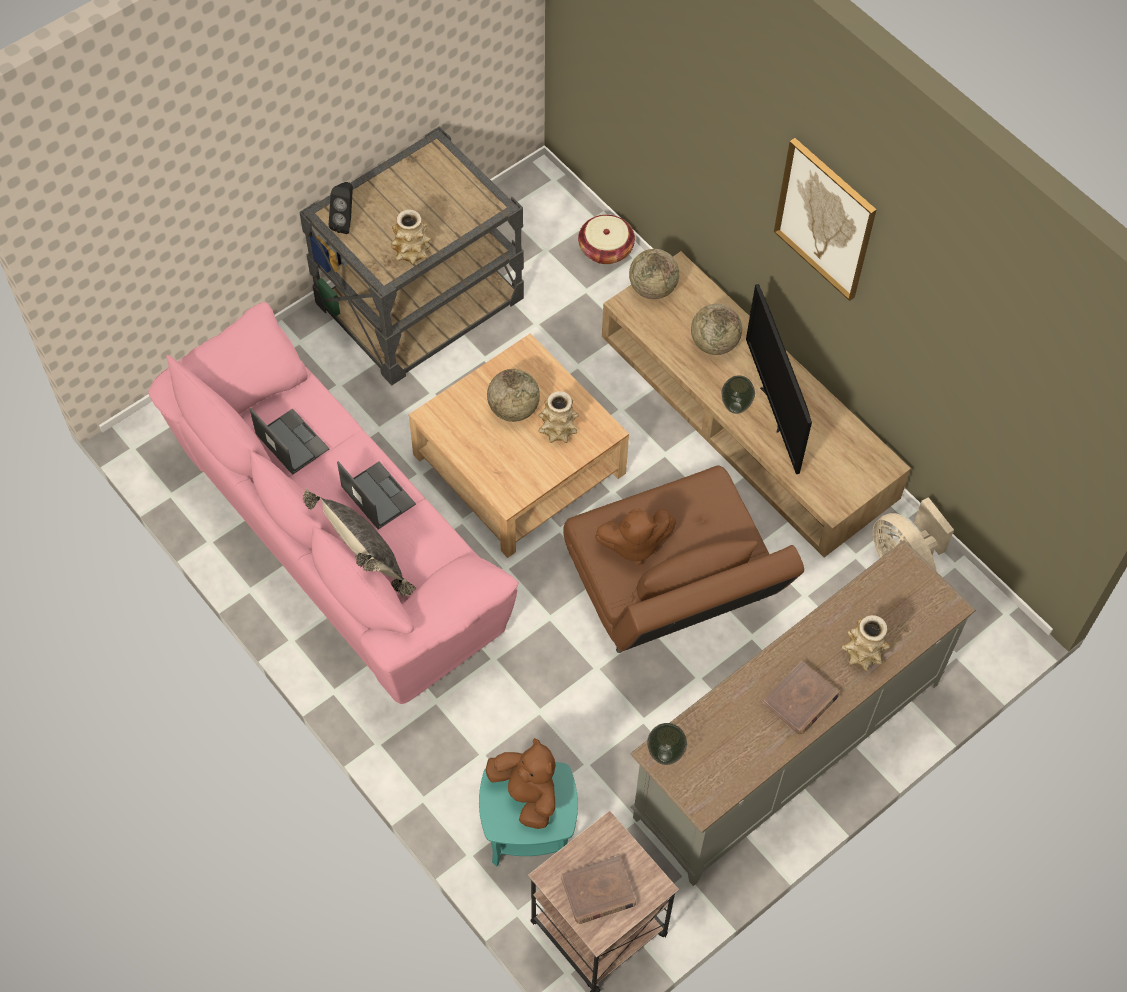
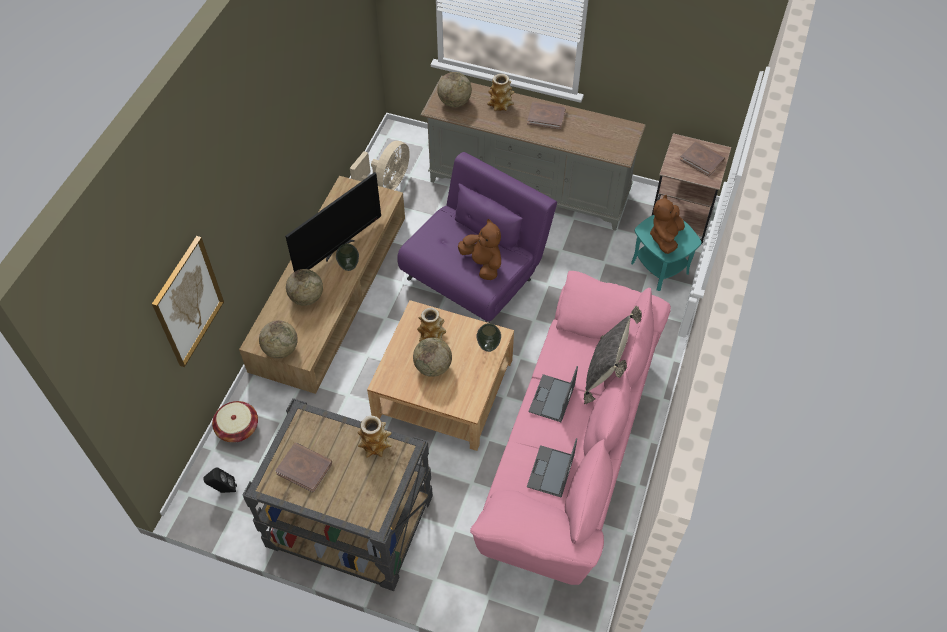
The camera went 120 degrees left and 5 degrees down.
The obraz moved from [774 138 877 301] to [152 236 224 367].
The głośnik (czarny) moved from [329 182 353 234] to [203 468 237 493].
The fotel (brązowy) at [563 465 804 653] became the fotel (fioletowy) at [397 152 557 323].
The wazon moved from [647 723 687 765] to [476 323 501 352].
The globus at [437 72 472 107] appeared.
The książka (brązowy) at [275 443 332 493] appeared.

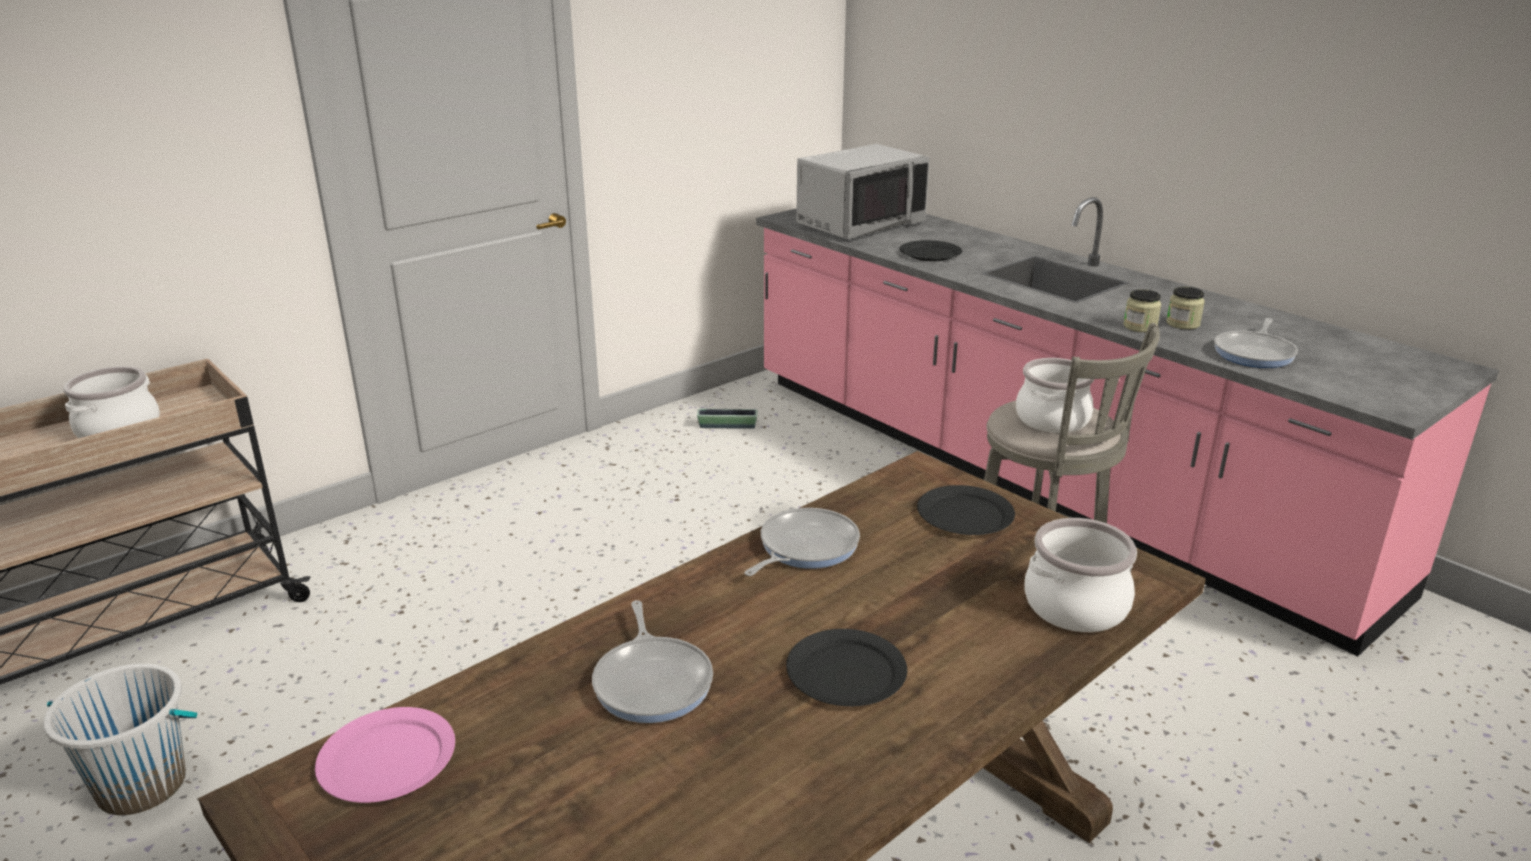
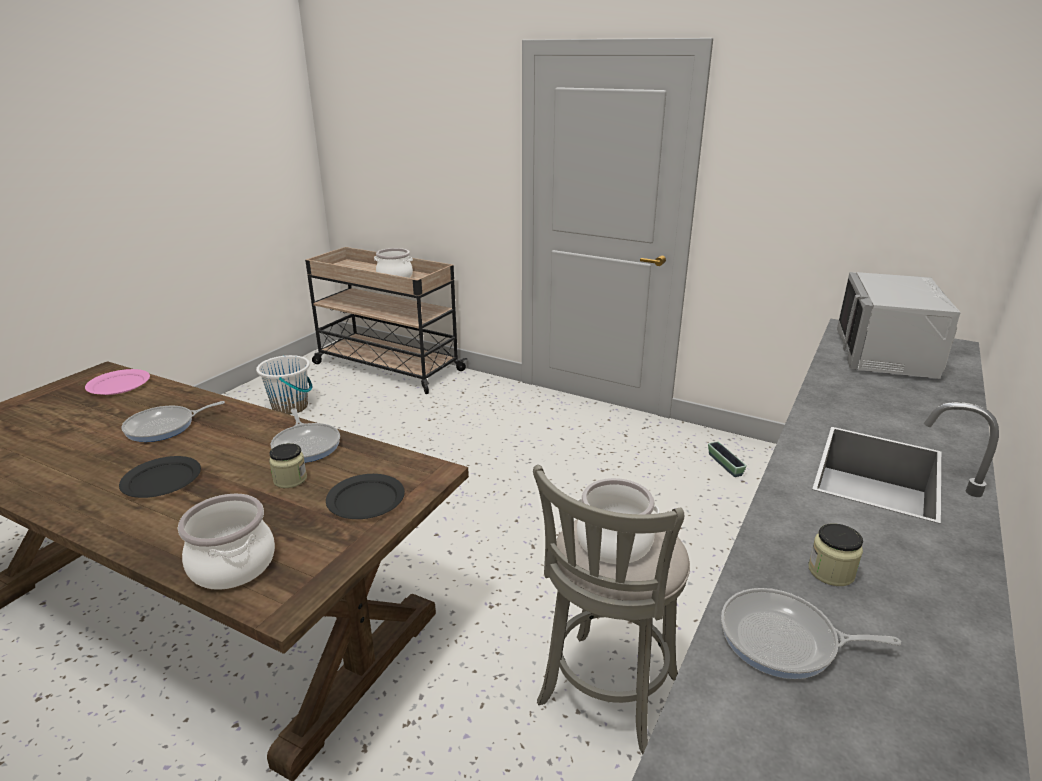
The camera went 70 degrees right and 0 degrees up.
The mikrofalówka (szary) at [796 144 930 239] turned 75 degrees clockwise.
The talerz (czarny) at [899 240 962 261] disappeared.
The słoik moved from [1123 289 1161 332] to [269 443 307 488].
The patelnia at [744 508 860 576] turned 45 degrees clockwise.

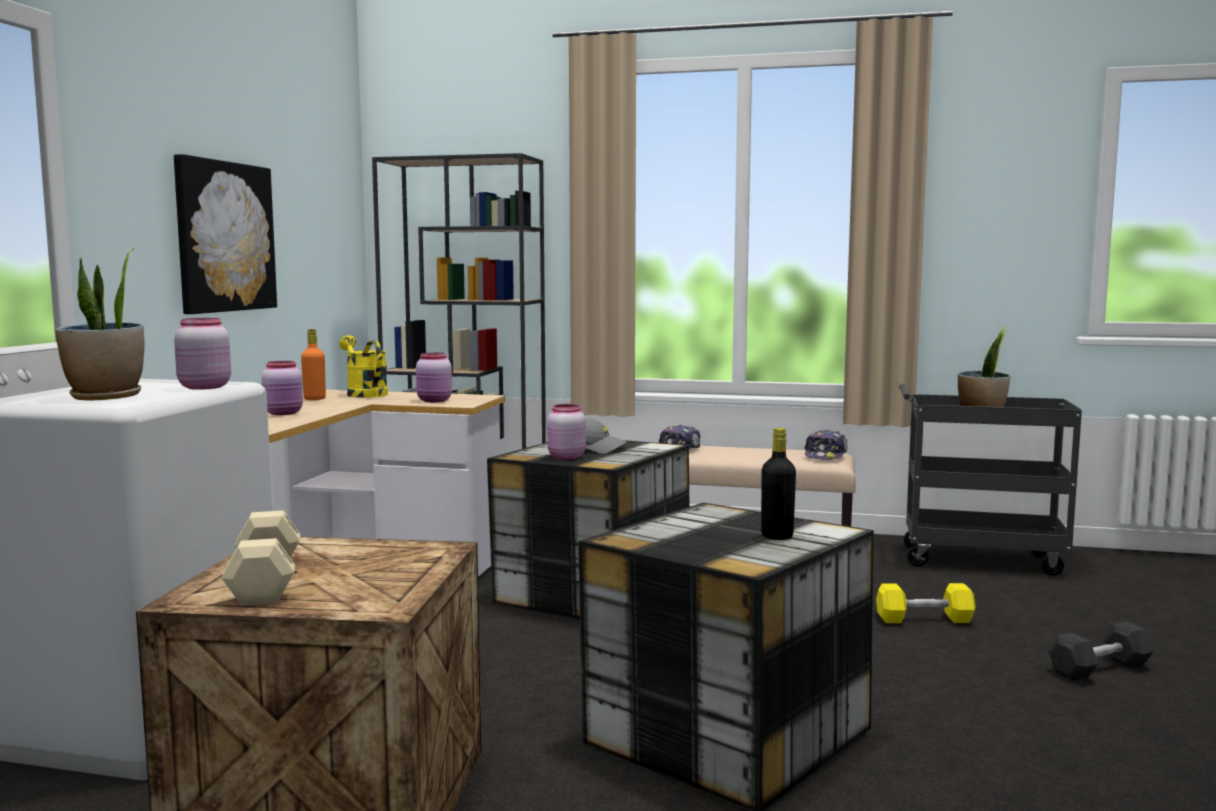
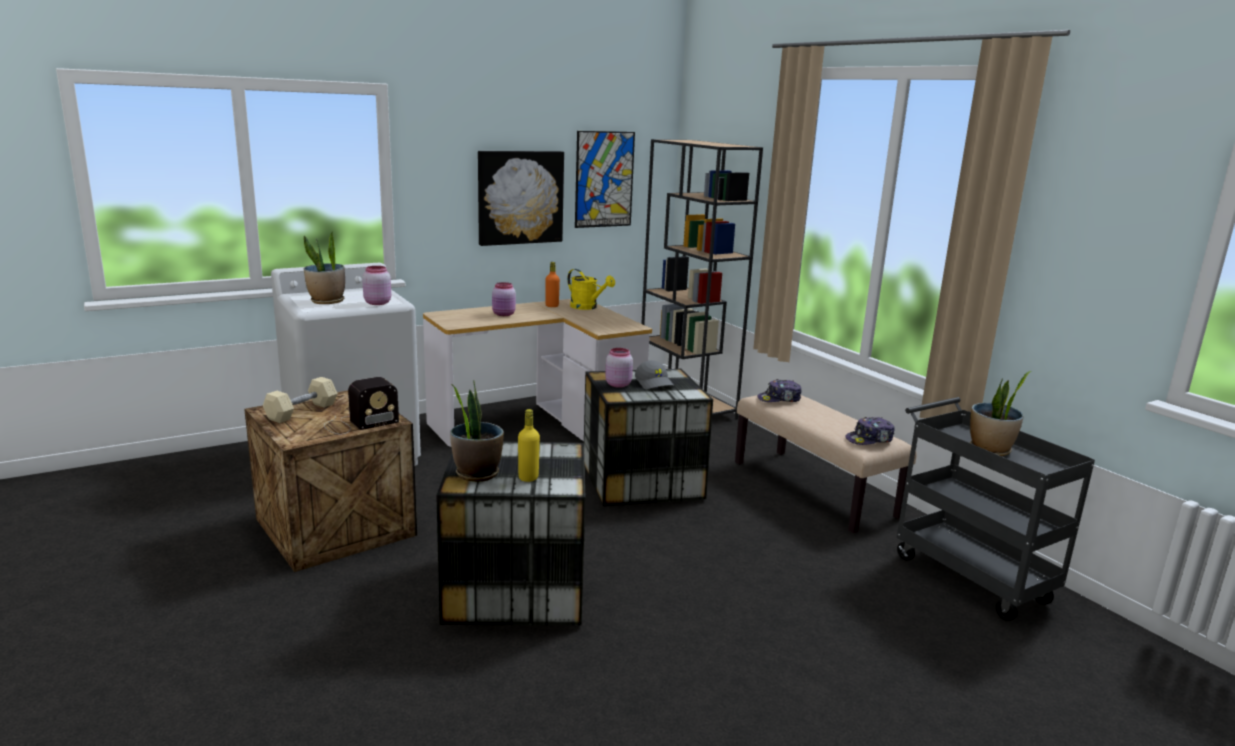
The camera went 45 degrees right and 10 degrees up.
The konewka (żółty) at [339 335 388 398] turned 120 degrees clockwise.
The słoik (różowy) at [416 353 452 402] disappeared.
The butelka (czarny) at [761 428 796 540] became the butelka (żółty) at [518 409 540 482].
The hantel (żółty) at [876 583 976 623] disappeared.
The hantel (szary) at [1048 622 1154 681] disappeared.
The obraz at [575 131 635 228] appeared.
The radio at [324 377 399 435] appeared.
The roślina doniczkowa at [450 380 504 482] appeared.

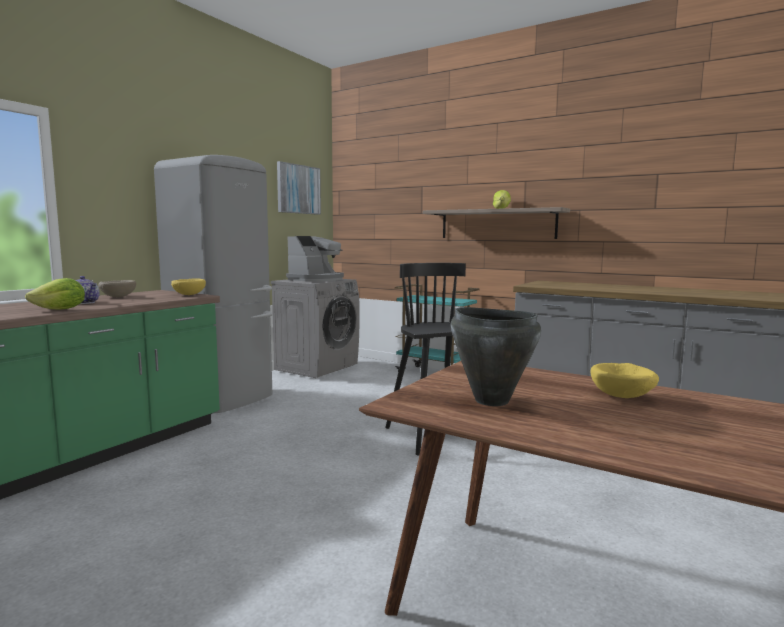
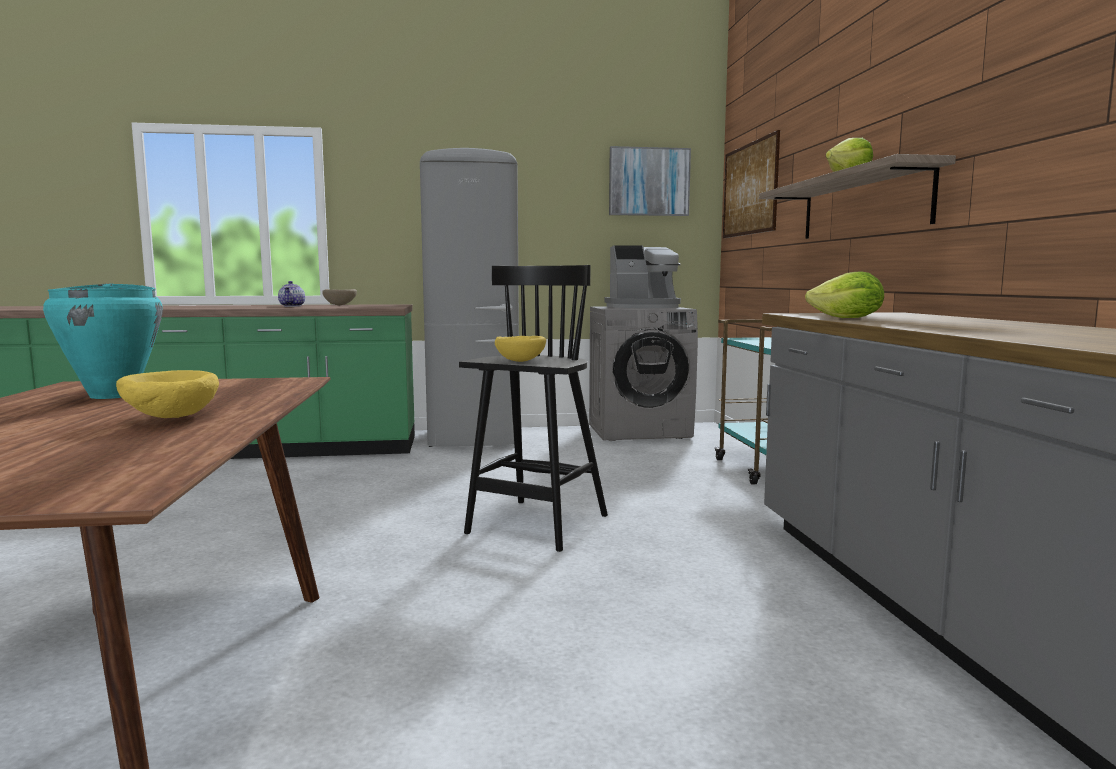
The camera went 50 degrees right and 0 degrees up.
The sałata moved from [25 278 85 310] to [805 271 884 318].
The miska (żółty) moved from [171 279 206 295] to [495 336 546 362].
The garnek (czarny) at [451 307 541 406] became the garnek (turkusowy) at [43 283 163 399].
The obraz at [723 130 780 238] appeared.

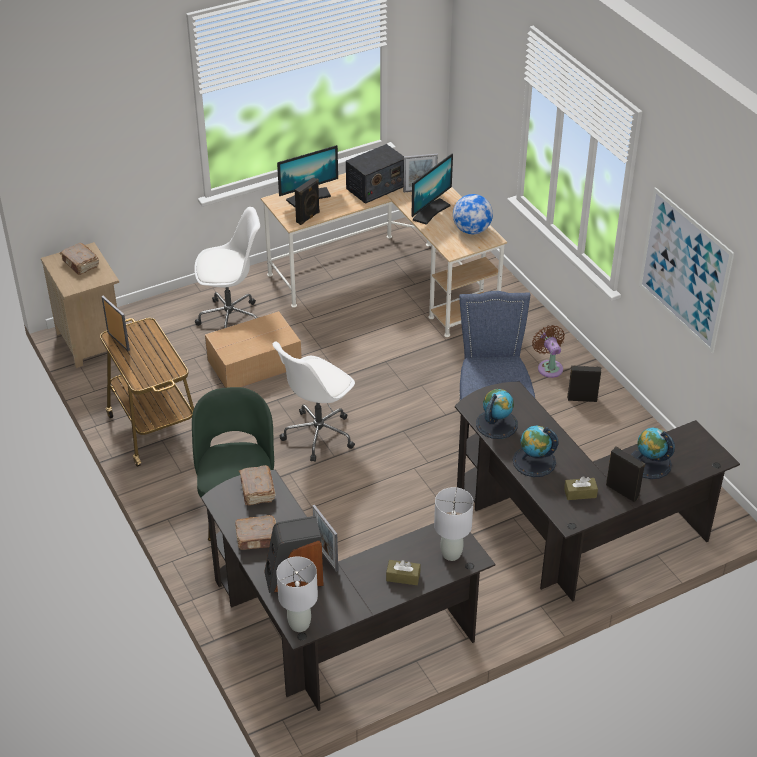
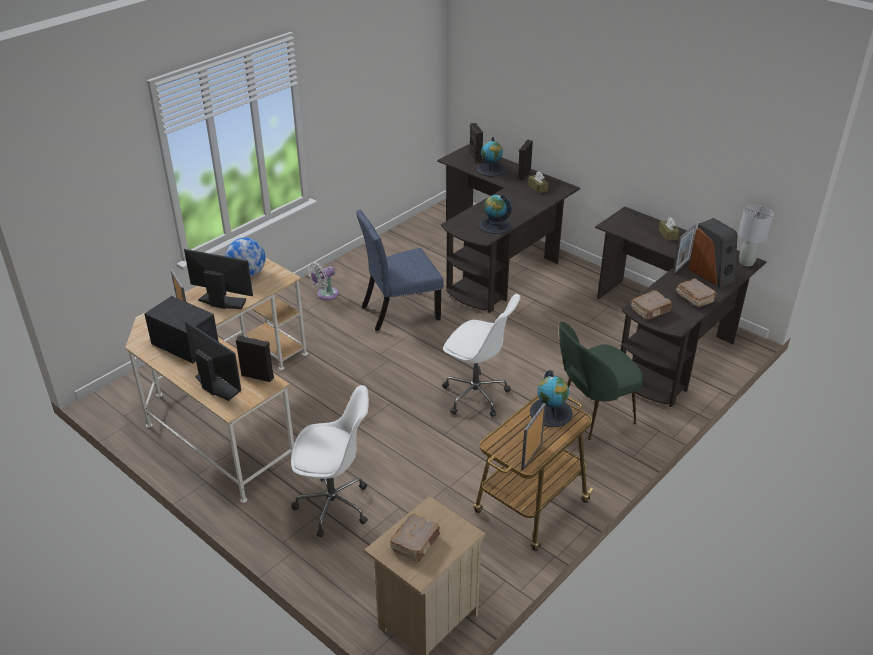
The camera went 110 degrees left and 5 degrees down.
The obraz at [639 187 734 353] disappeared.
The krzesło biurowe (biały) at [194 207 260 328] turned 120 degrees clockwise.
The karton at [205 311 302 388] disappeared.
The wentylator (brązowy) at [532 325 565 378] became the wentylator (biały) at [308 262 339 300].
The głośnik (czarny) moved from [567 365 601 402] to [469 123 483 163].
The globus moved from [513 426 559 477] to [530 370 573 427].
The lampa stołowa (szary) at [434 487 473 561] disappeared.

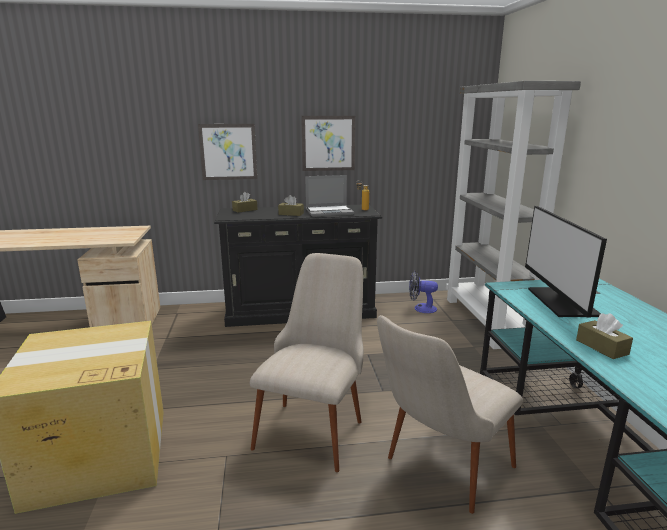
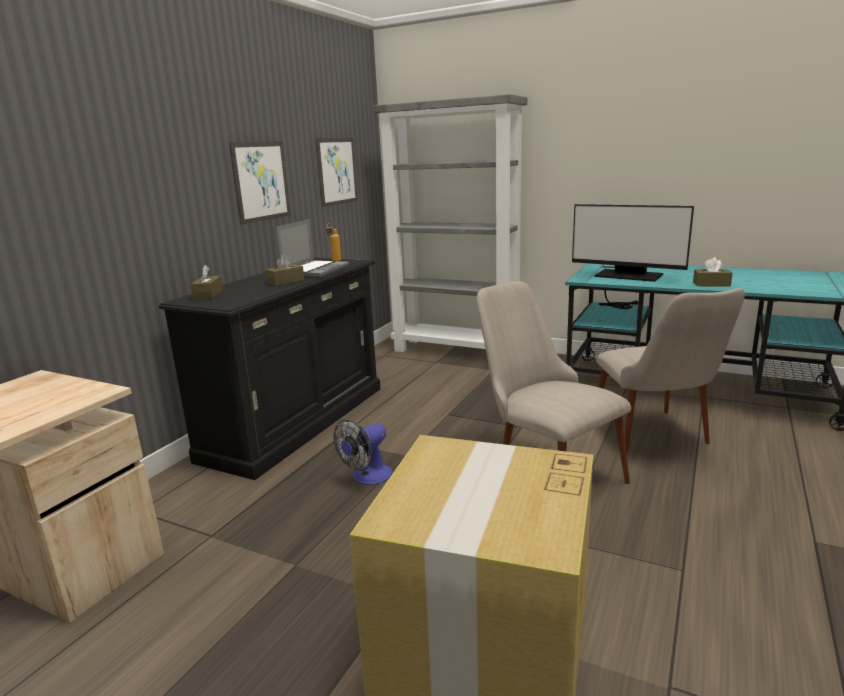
The camera went 55 degrees left and 0 degrees up.
The obraz moved from [198 124 257 180] to [315 138 358 207].
The wentylator moved from [409 271 438 313] to [334 419 392 485].

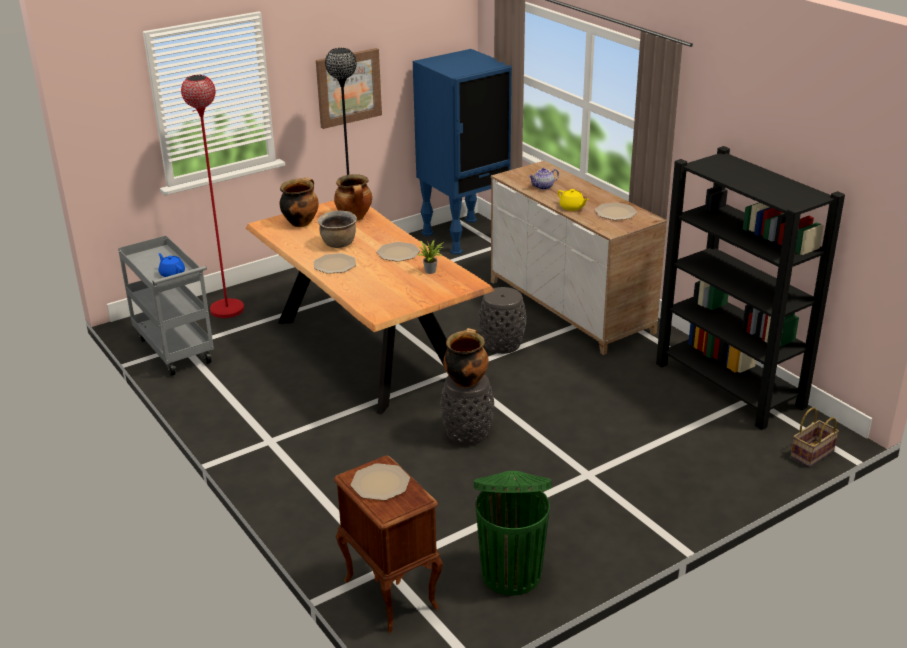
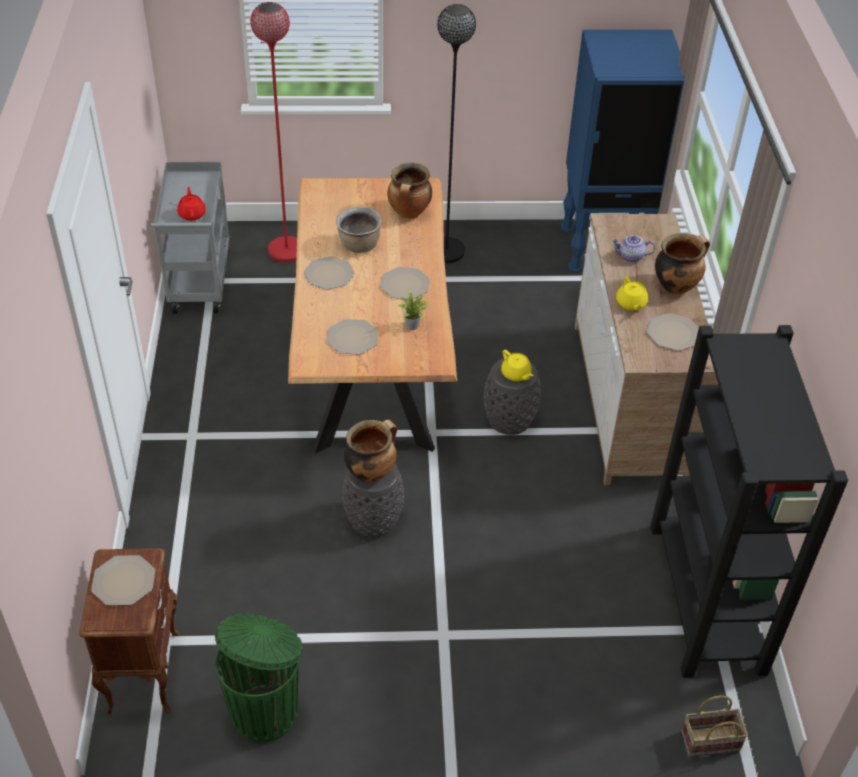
The camera went 30 degrees right and 15 degrees up.
The obraz at [316 48 382 129] disappeared.
The garnek moved from [279 177 319 227] to [655 233 710 295].
The imbryk (niebieski) at [158 253 185 277] became the imbryk (czerwony) at [177 187 206 221].
The talerz at [326 319 379 355] appeared.
The imbryk (żółty) at [501 350 533 381] appeared.

